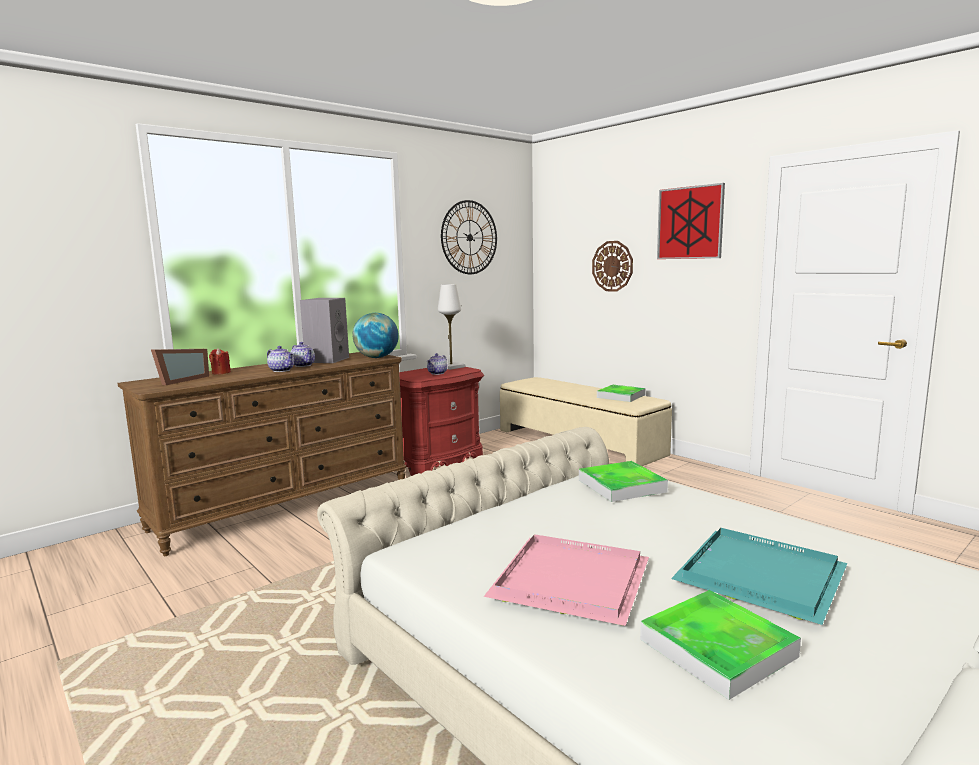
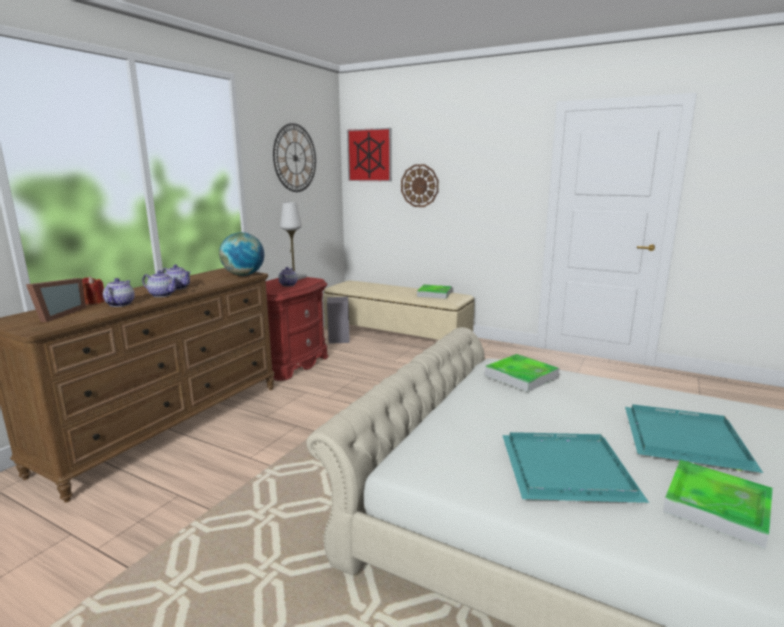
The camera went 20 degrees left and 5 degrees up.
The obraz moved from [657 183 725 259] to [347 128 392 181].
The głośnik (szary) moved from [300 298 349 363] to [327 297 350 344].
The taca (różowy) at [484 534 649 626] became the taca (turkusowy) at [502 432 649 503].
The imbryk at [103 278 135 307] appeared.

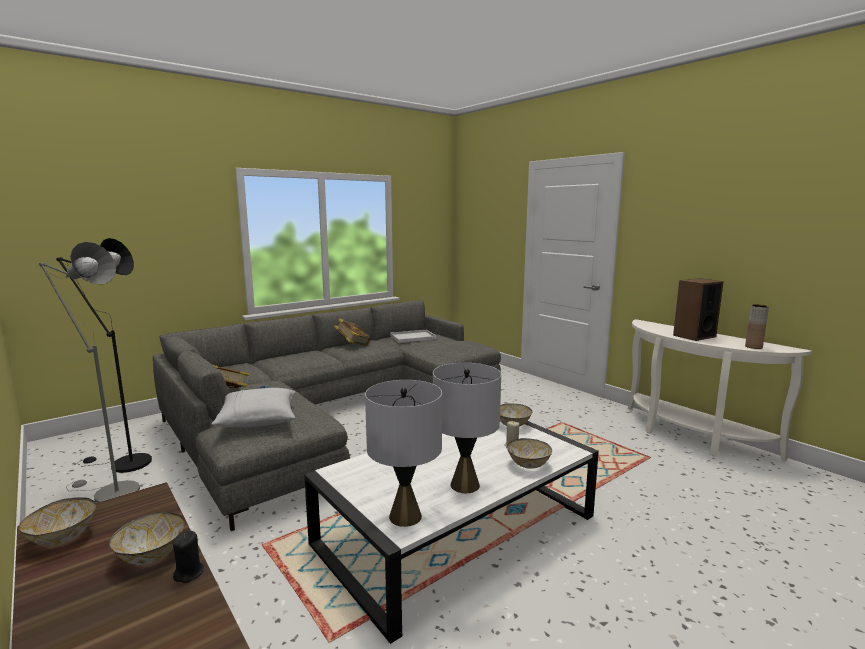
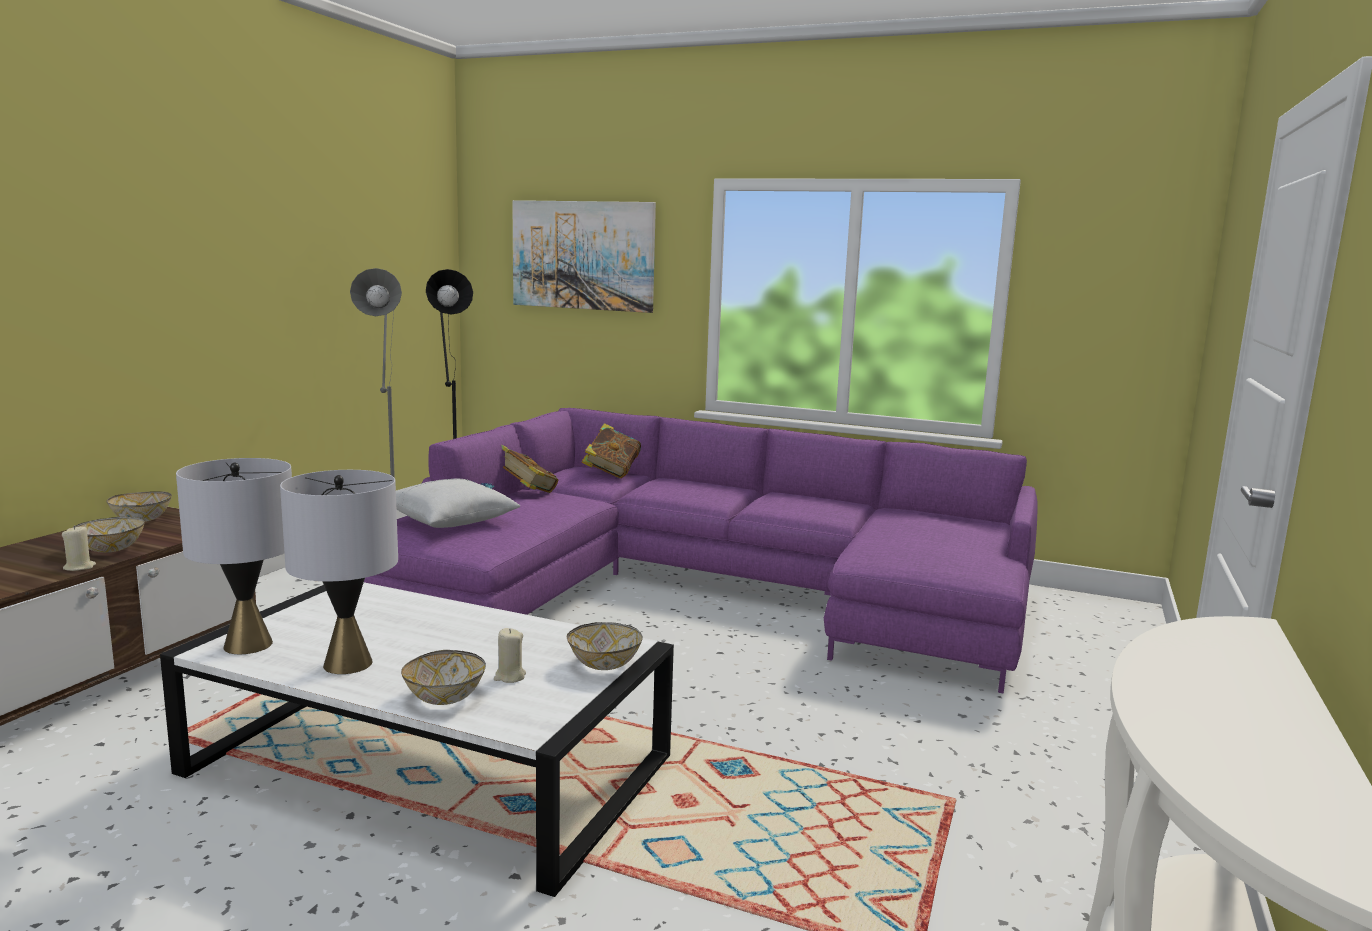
The camera went 60 degrees right and 0 degrees up.
The głośnik at [673 278 724 341] disappeared.
The kanapa (szary) at [153 300 501 531] became the kanapa (fioletowy) at [364 408 1038 694].
The wazon (brązowy) at [745 304 769 349] disappeared.
The książka moved from [334 318 370 346] to [581 423 641 478].
The taca (biały) at [390 330 437 343] disappeared.
The świeca (czarny) at [173 531 204 583] became the świeca (beżowy) at [62 525 96 571].
The obraz at [512 200 656 313] appeared.

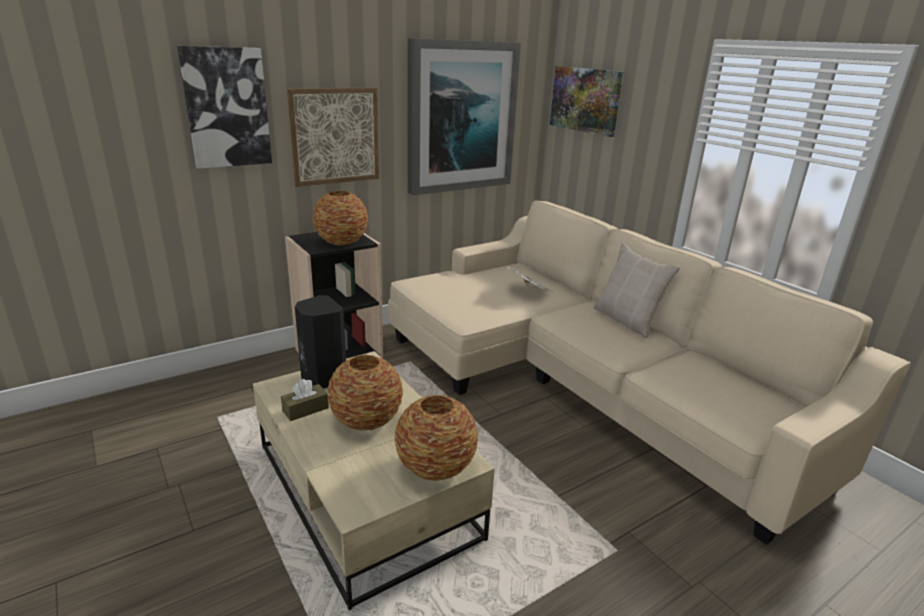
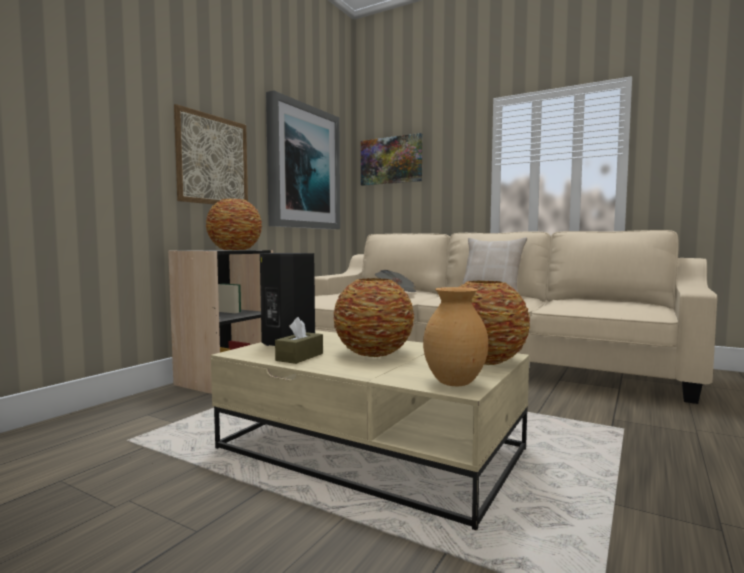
The camera went 25 degrees left and 20 degrees down.
The obraz at [177 46 272 169] disappeared.
The wazon (brązowy) at [423 287 488 386] appeared.

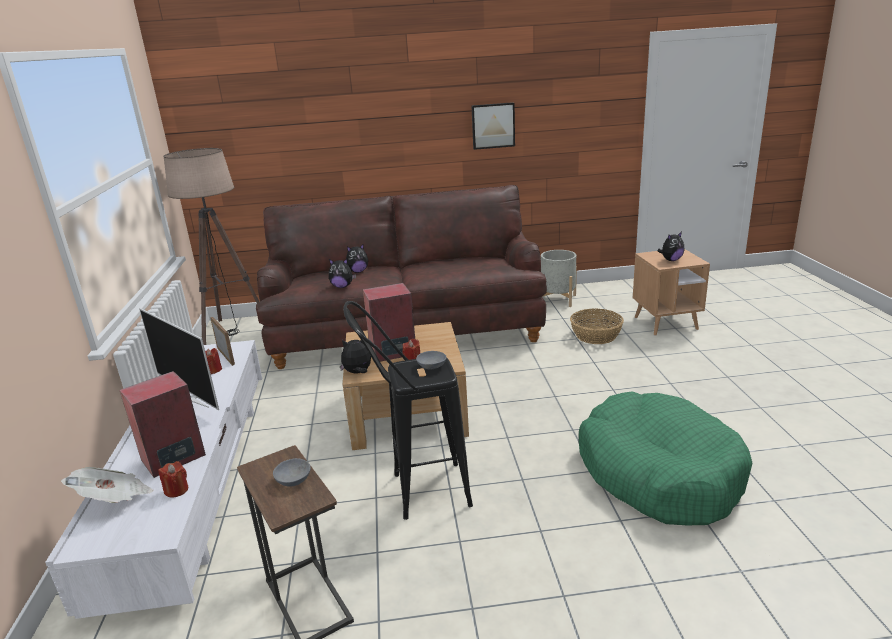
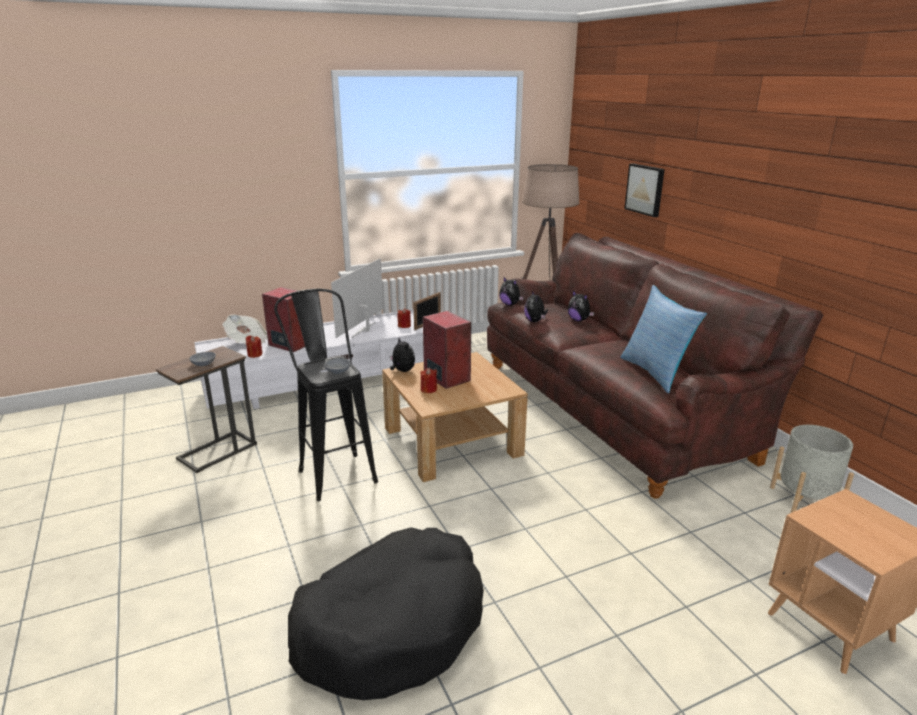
The camera went 70 degrees right and 0 degrees up.
The obraz moved from [471 102 515 150] to [624 163 665 217].
The pluszak moved from [658 232 684 261] to [499 277 524 306].
The koszyk at [570 308 624 344] disappeared.
The legowisko (zielony) at [579 391 752 525] became the legowisko (czarny) at [288 527 484 700].
The poduszka at [620 285 707 393] appeared.

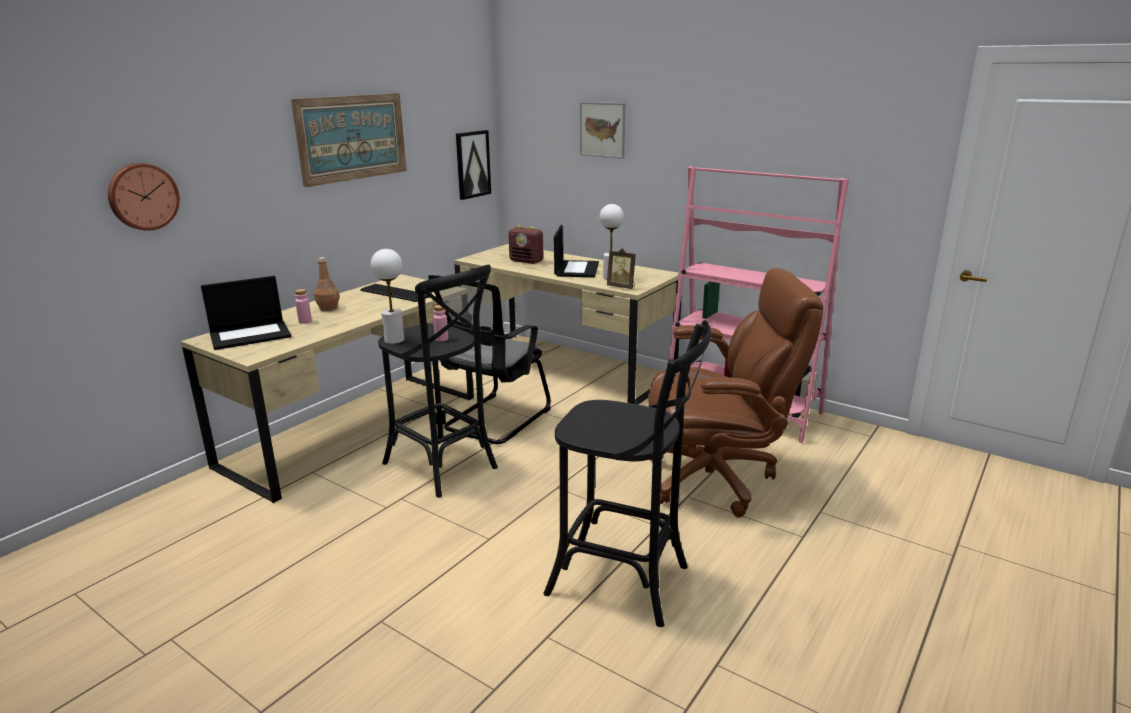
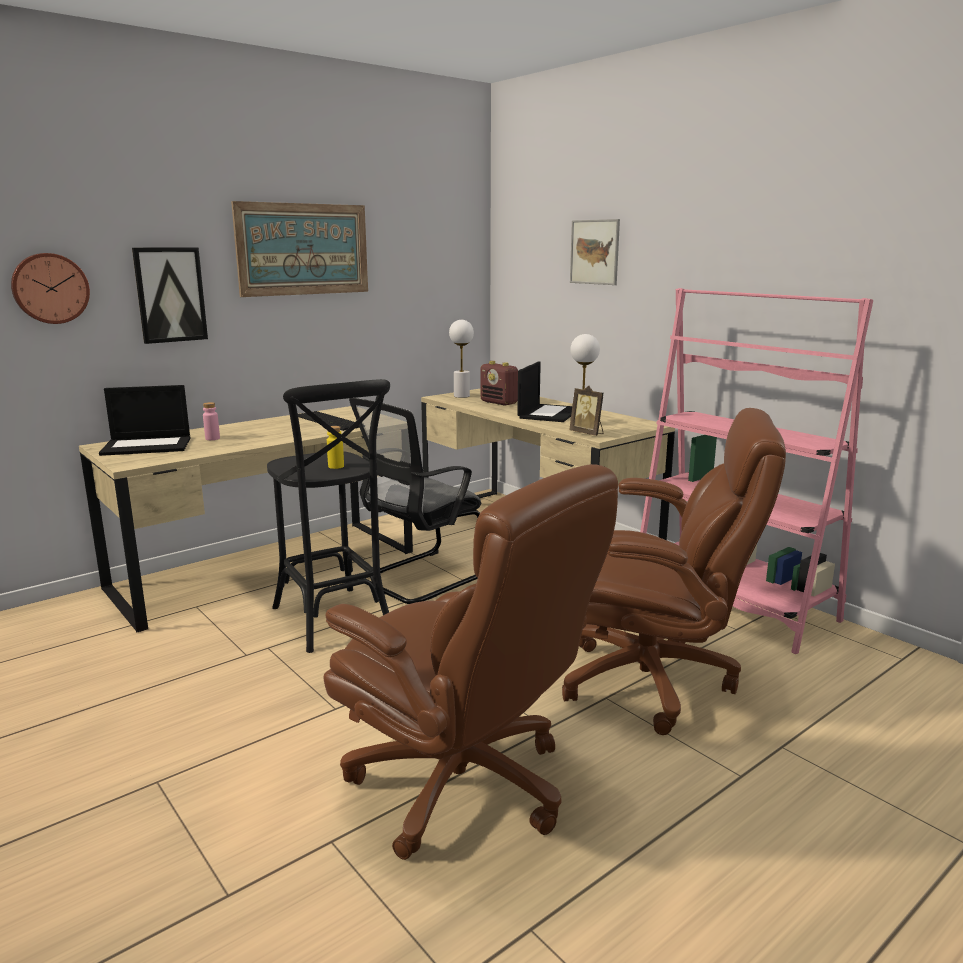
The camera went 15 degrees right and 5 degrees down.
The obraz moved from [456 130 491 200] to [132 247 208 344].
The lampa stołowa (biały) moved from [371 249 404 344] to [449 320 474 398].
The butelka (brązowy) at [314 257 340 311] disappeared.
The butelka (różowy) at [433 305 448 341] became the butelka (żółty) at [327 426 344 469].
The stołek (czarny) at [543 320 711 627] was replaced by the krzesło biurowe (brązowy) at [323 464 618 860].

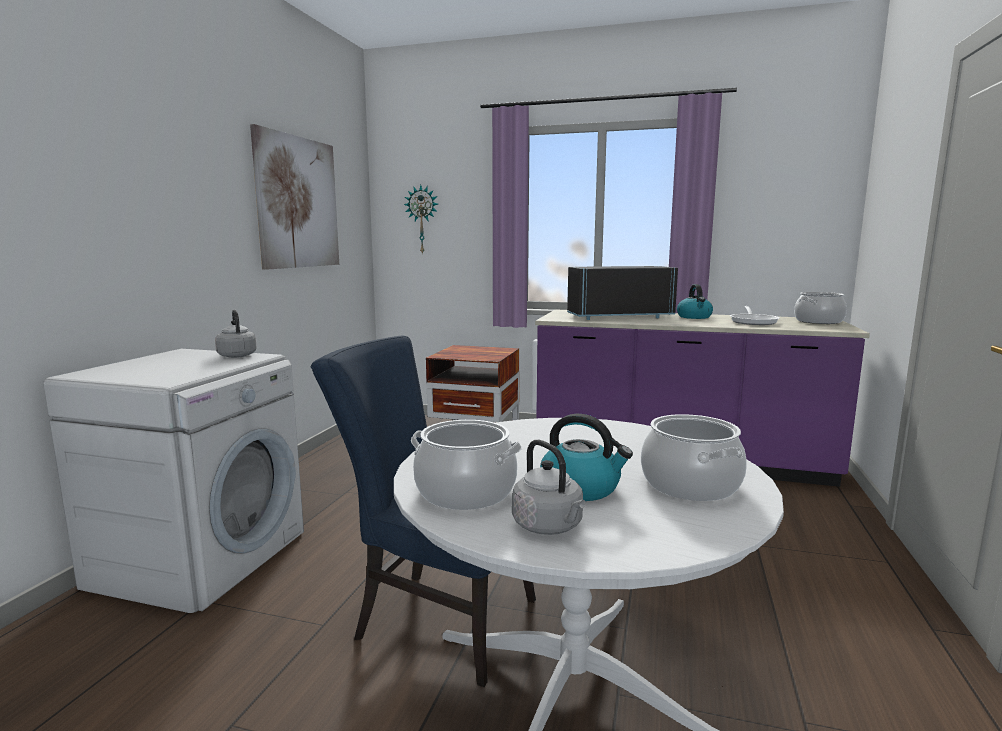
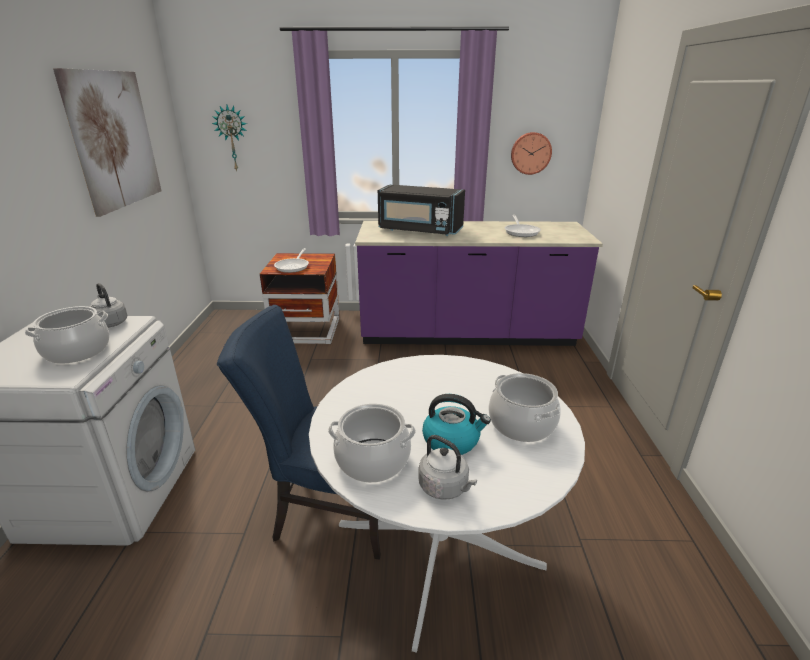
The camera went 15 degrees left and 15 degrees up.
The mikrofalówka (czarny) at [567 266 678 320] turned 135 degrees counterclockwise.
The czajnik at [677 284 713 319] disappeared.
The garnek moved from [794 292 847 324] to [25 306 109 364].
The zegar ścienny at [511 132 552 175] appeared.
The patelnia at [274 248 309 273] appeared.

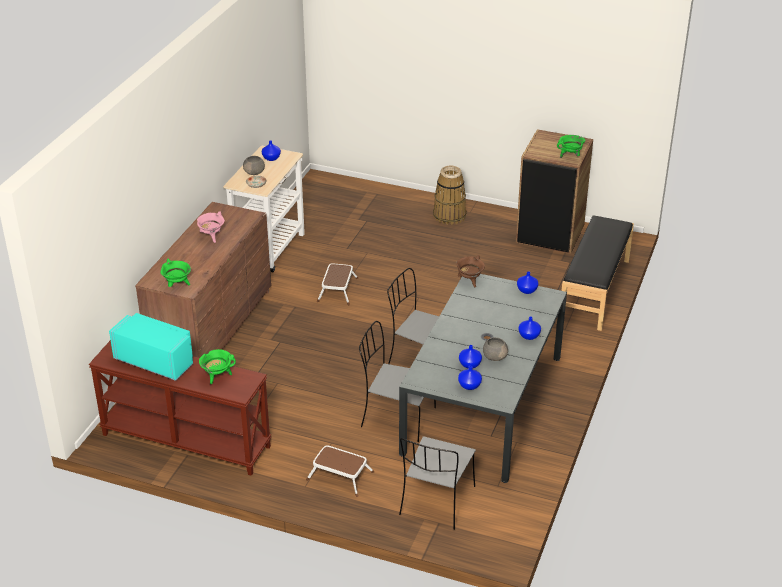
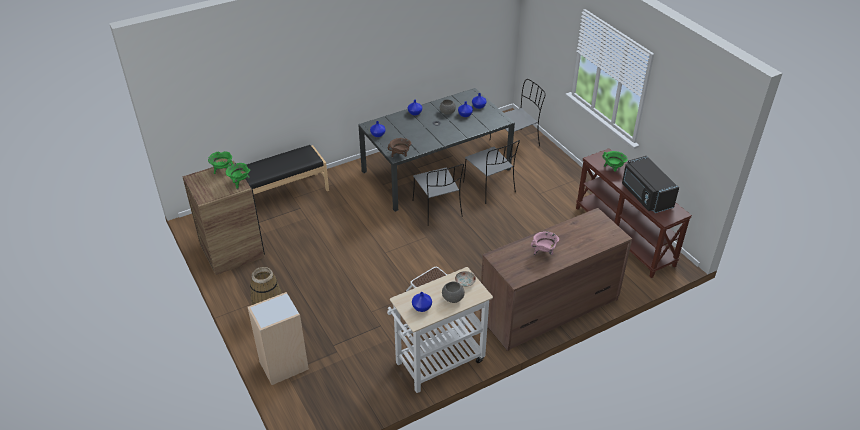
The camera went 140 degrees left and 5 degrees up.
The garnek (zielony) moved from [161 259 191 287] to [226 163 250 190].
The mikrofalówka (turkusowy) at [109 313 193 381] became the mikrofalówka (czarny) at [622 156 679 213].
The drabinka (brązowy) at [306 445 374 497] disappeared.
The regał at [248 292 309 385] appeared.

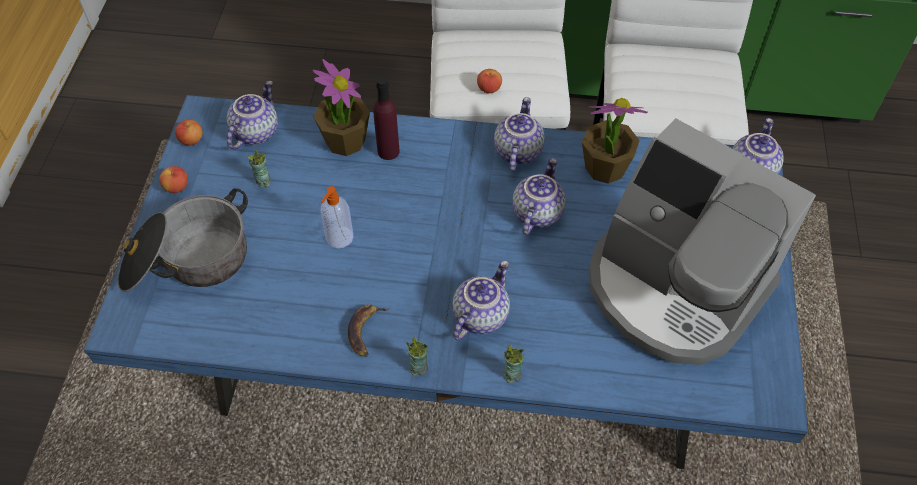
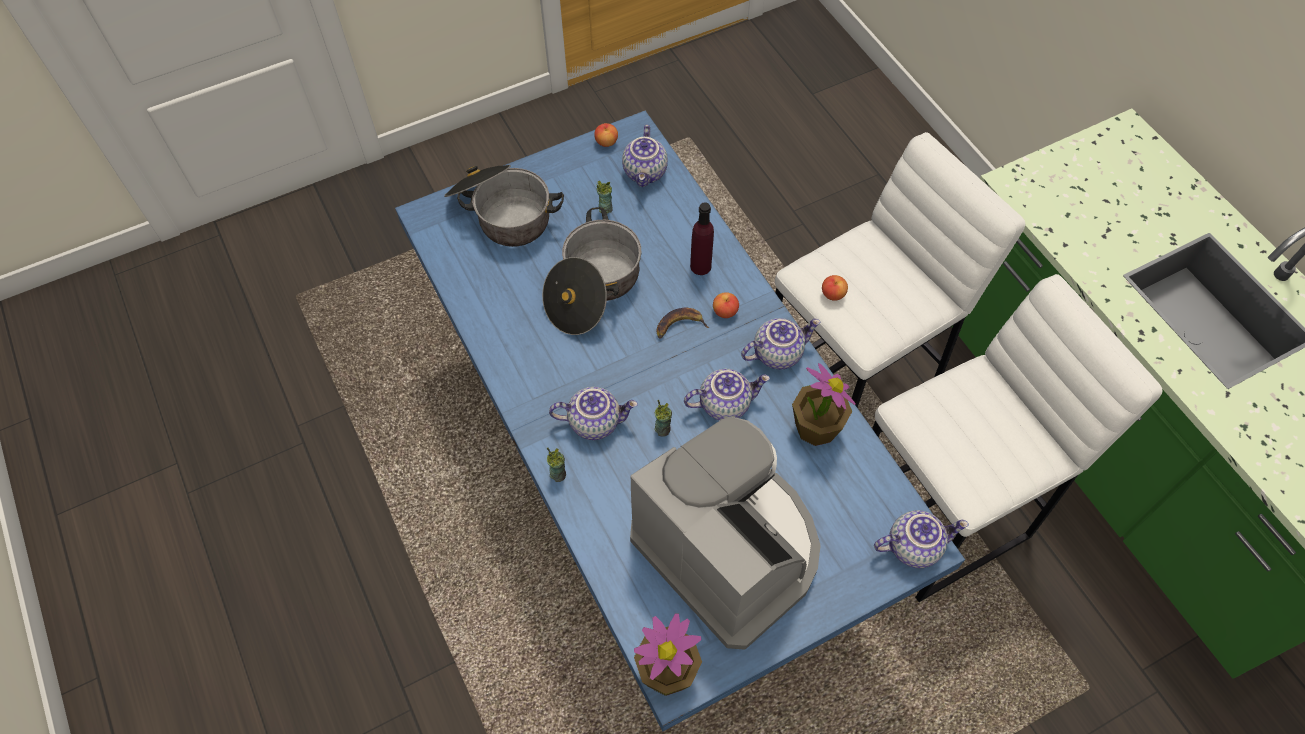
The camera went 55 degrees right and 5 degrees up.
The roślina doniczkowa moved from [312 59 370 156] to [634 613 702 696].
The imbryk at [227 81 278 149] turned 105 degrees clockwise.
The ekspres do kawy at [589 118 816 365] turned 135 degrees clockwise.
The jabłko moved from [159 166 188 193] to [713 292 739 318].
The dozownik mydła at [320 186 354 248] was replaced by the garnek at [542 207 641 335].
The banan moved from [348 304 390 357] to [656 308 709 339].
The filiżanka moved from [406 338 428 376] to [654 400 672 437].

